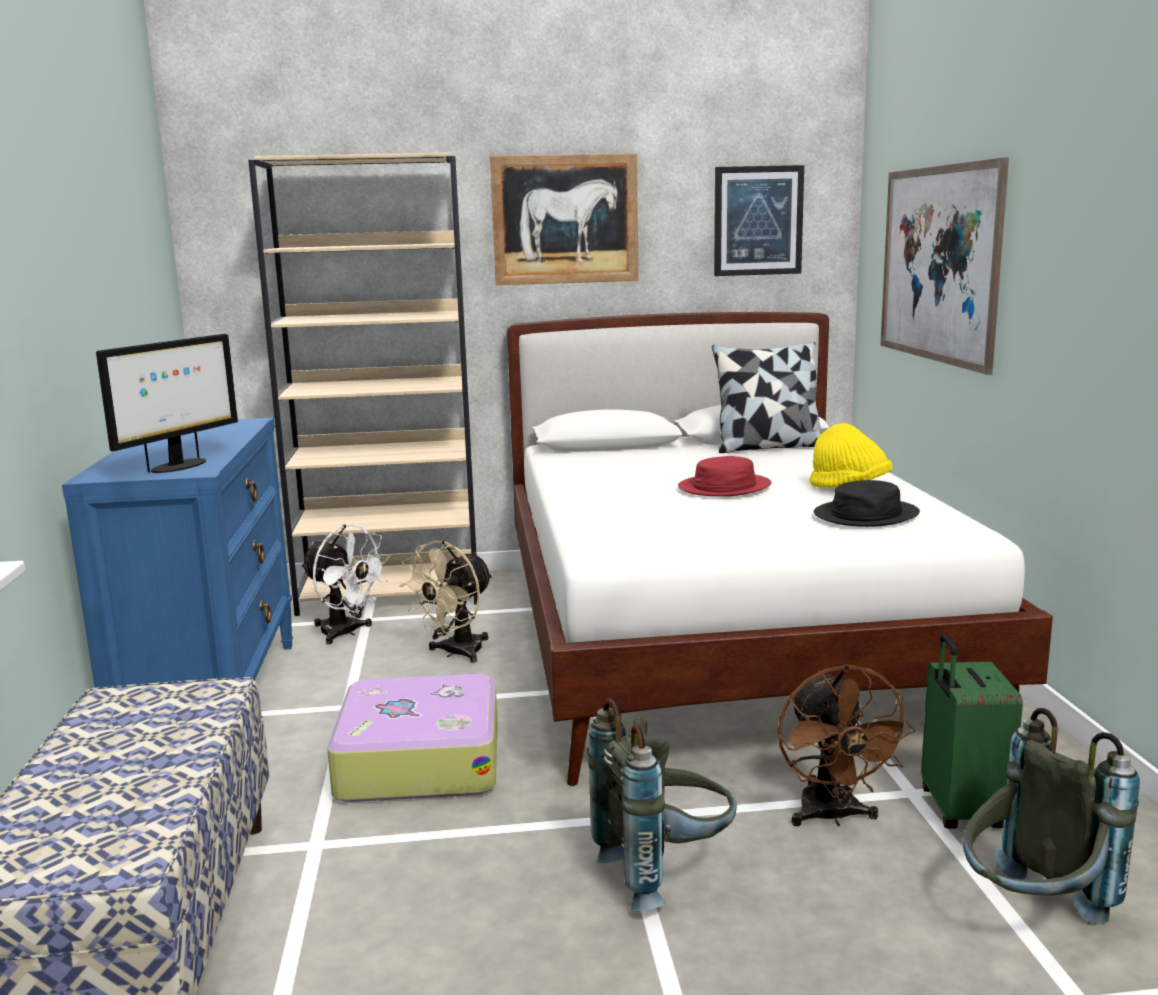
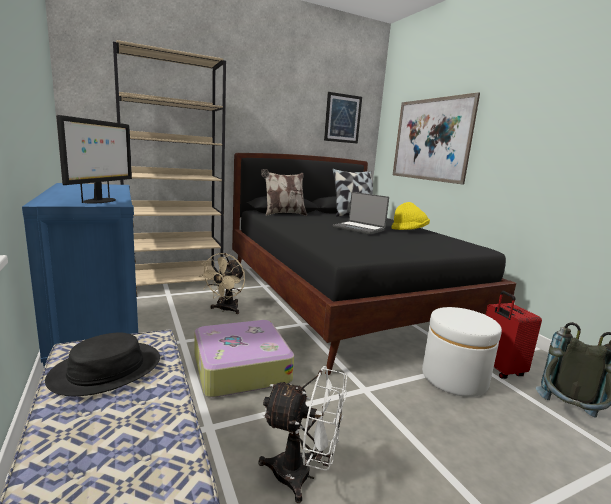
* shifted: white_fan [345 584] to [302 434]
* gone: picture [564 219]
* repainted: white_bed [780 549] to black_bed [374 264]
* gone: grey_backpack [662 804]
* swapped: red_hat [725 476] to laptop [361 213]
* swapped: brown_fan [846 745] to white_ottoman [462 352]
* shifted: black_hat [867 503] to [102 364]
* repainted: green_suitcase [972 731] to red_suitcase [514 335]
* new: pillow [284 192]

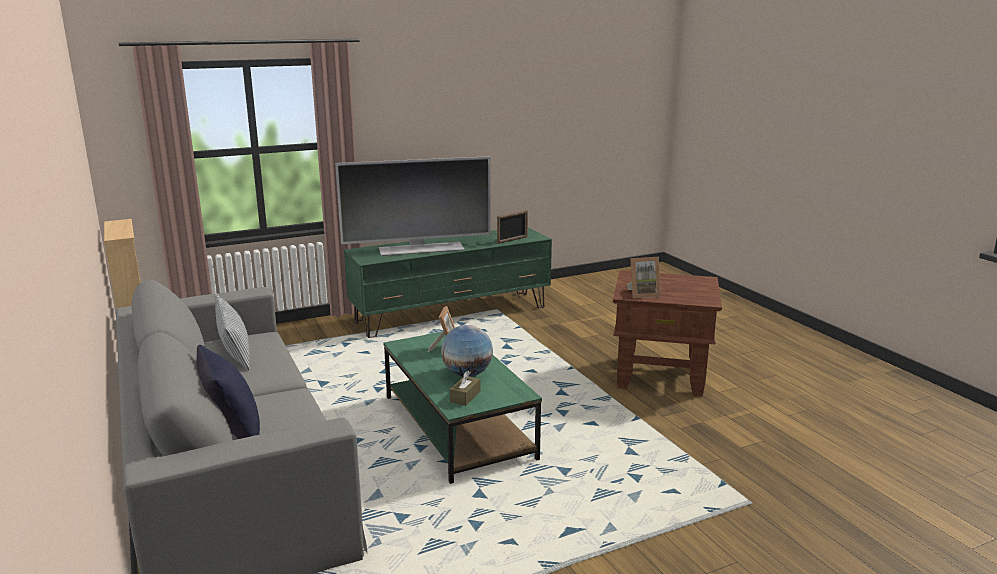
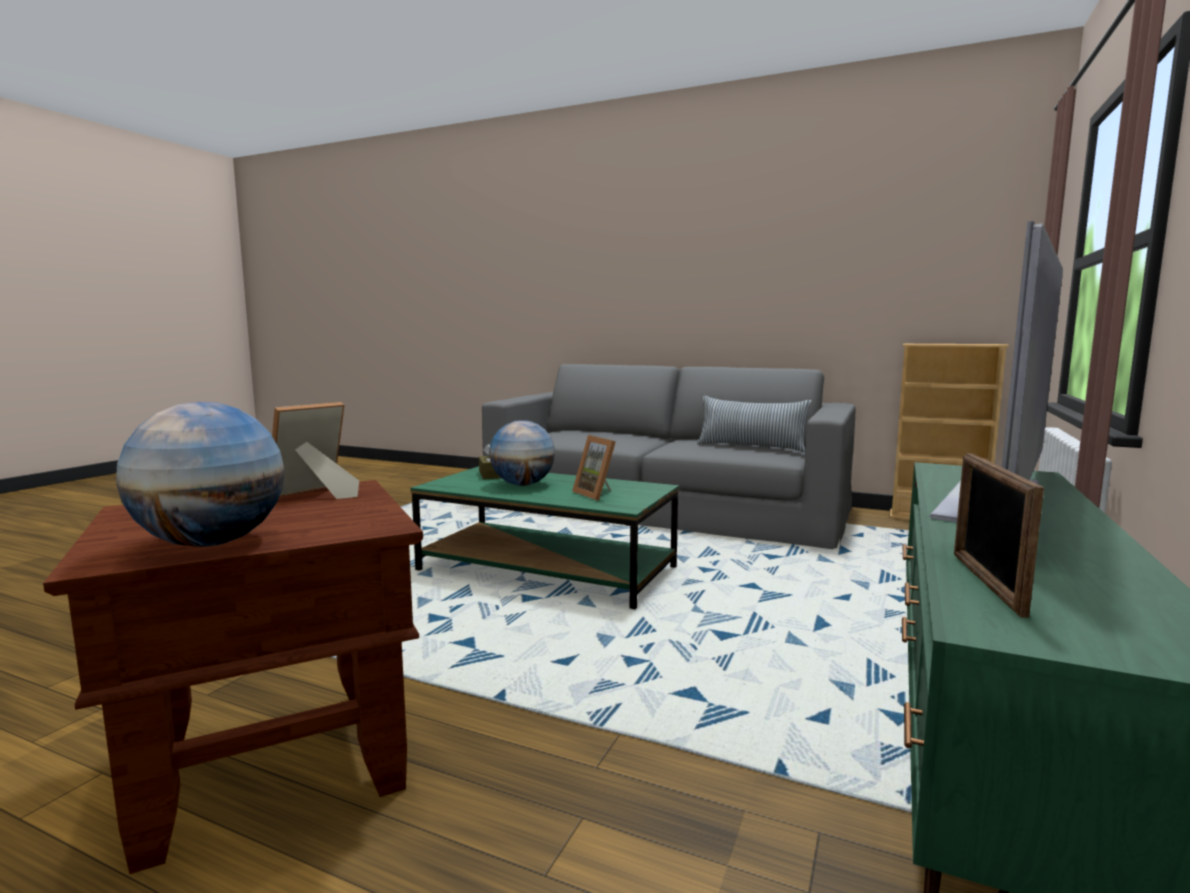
* gone: blue_pillow [228 392]
* new: globe [200 474]

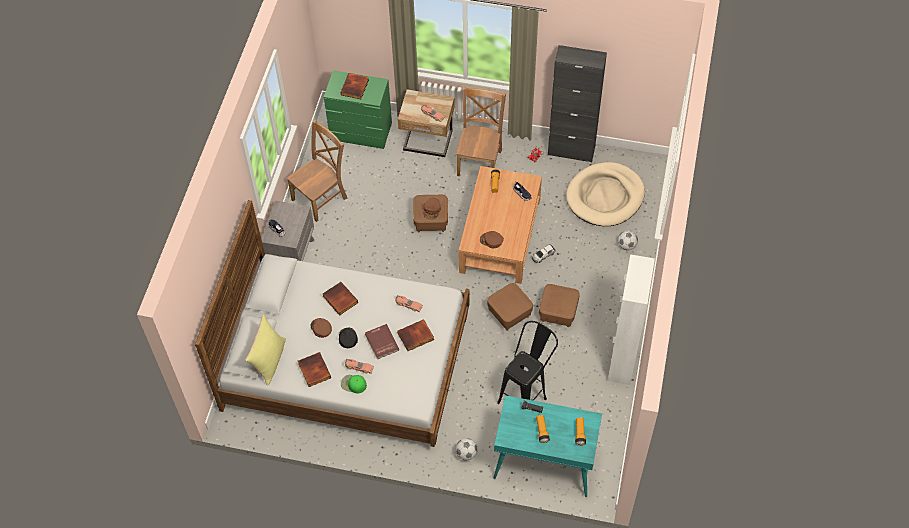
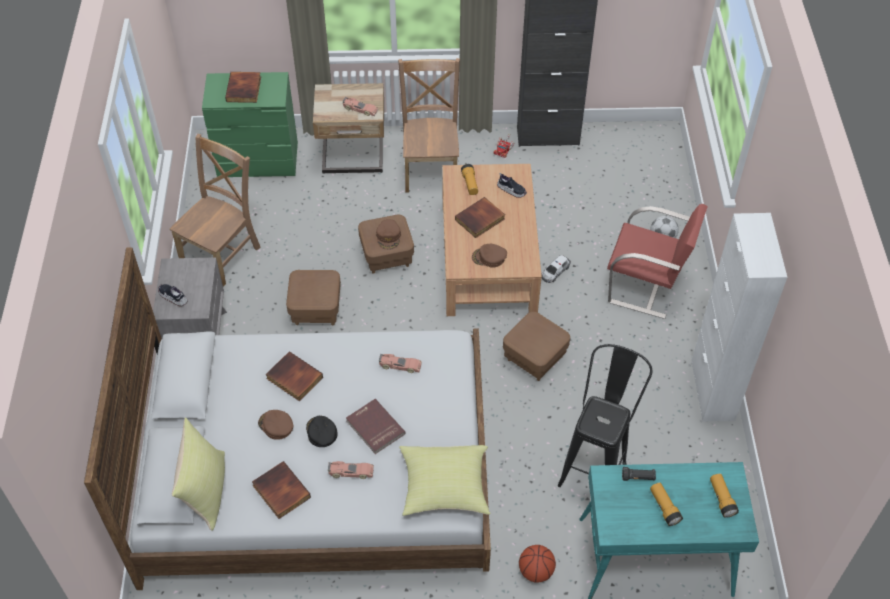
* gone: green_cap [354 384]
* shifted: book [415 335] to [480 217]
* swapped: football [467 449] to basketball [537 564]
* shifted: brown_ottoman [559 305] to [313 297]
* gone: beige_dog_bed [605 194]
* new: yellow_pillow [445 480]
* new: red_chair [657 261]

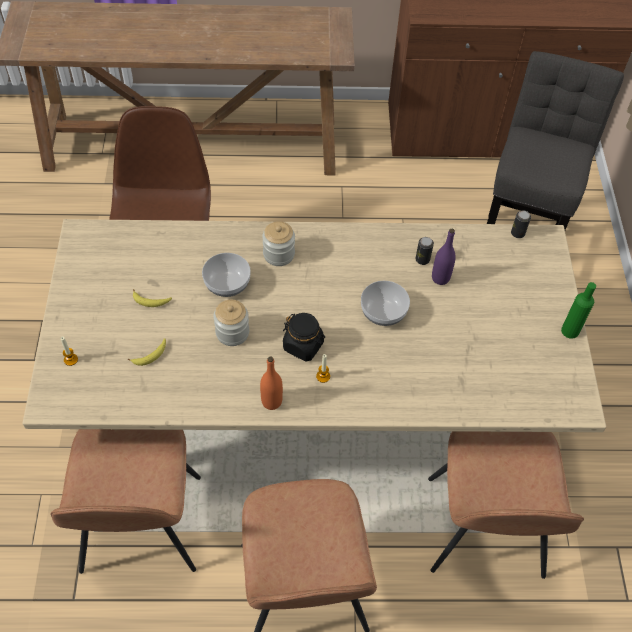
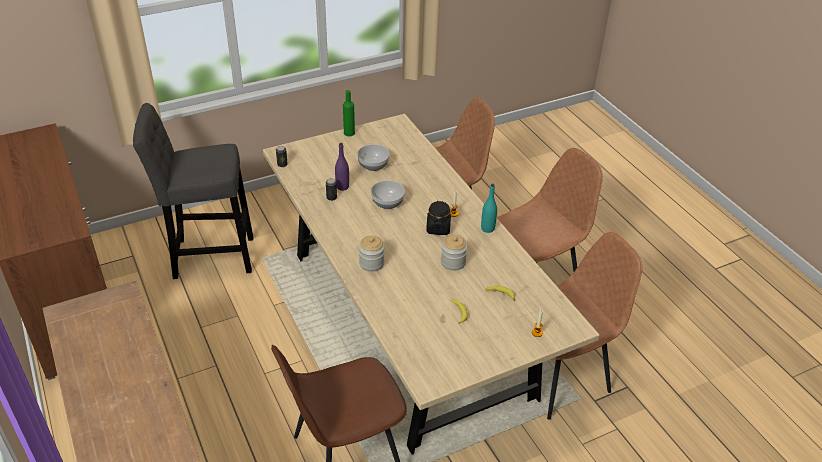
* shifted: bowl [226 275] to [373 157]
* repainted: orange_bottle [271 383] to turquoise_bottle [489 208]

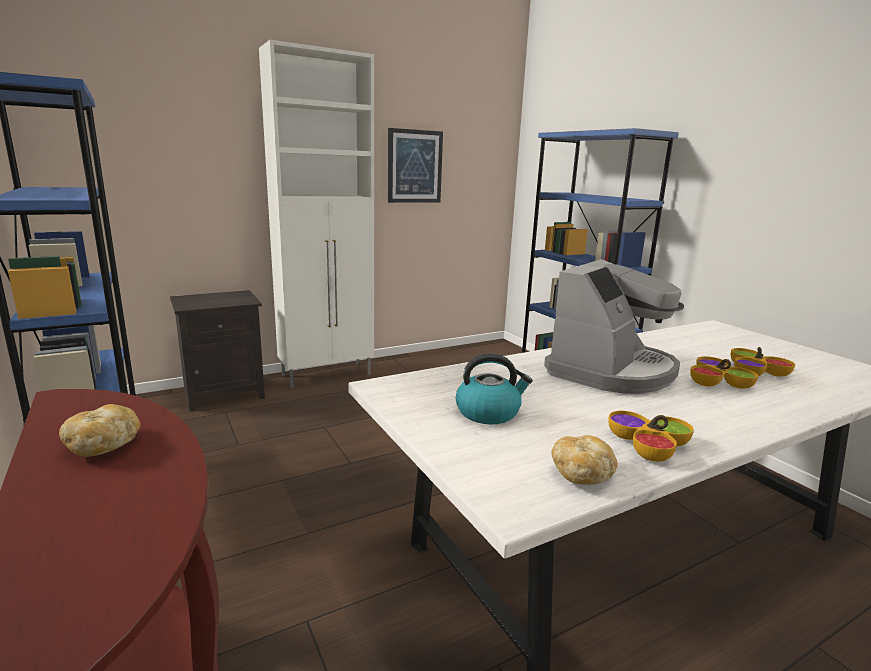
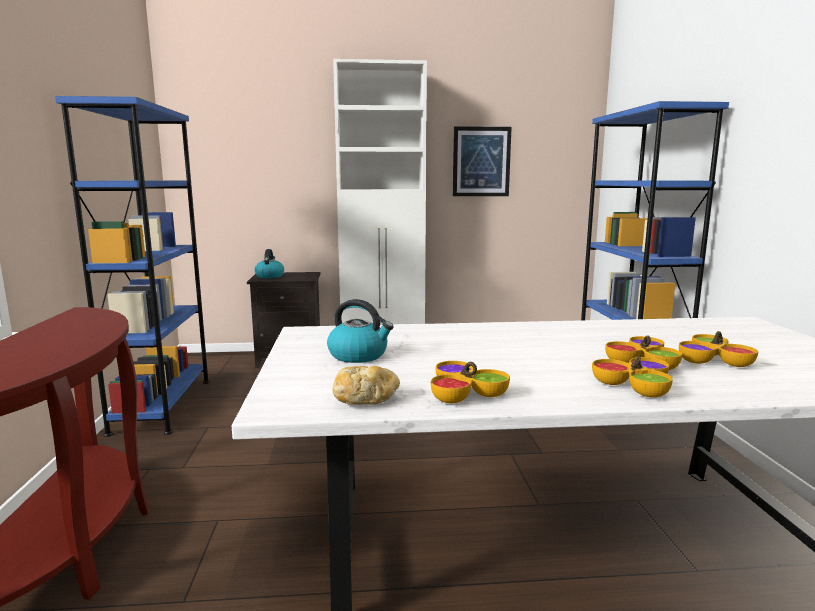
* gone: bread [99 430]
* gone: coffee_machine [614 326]
* new: kettle [269 263]
* new: bowl [632 377]

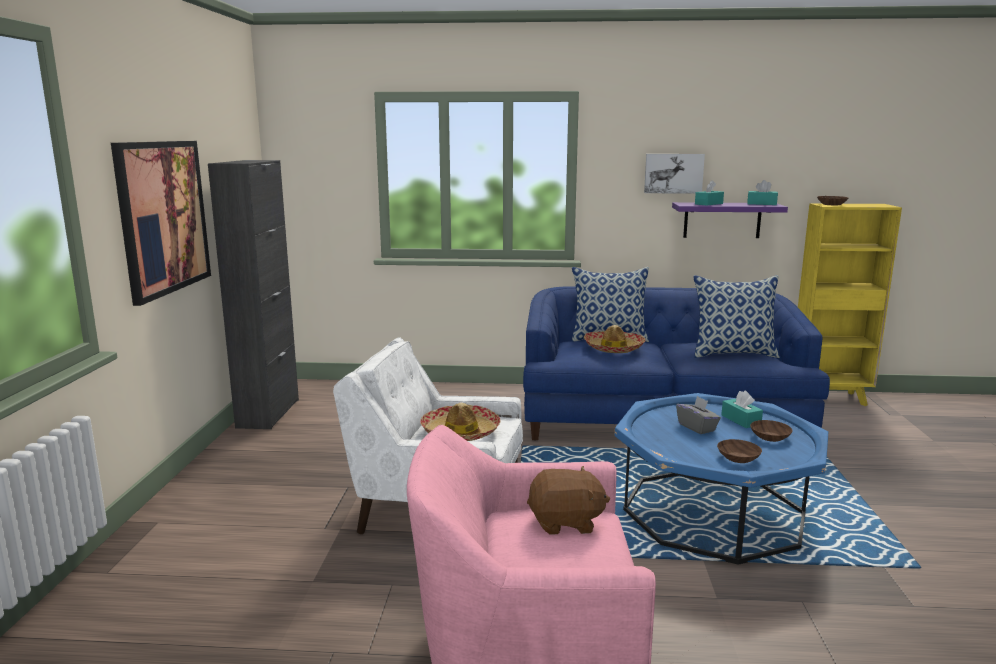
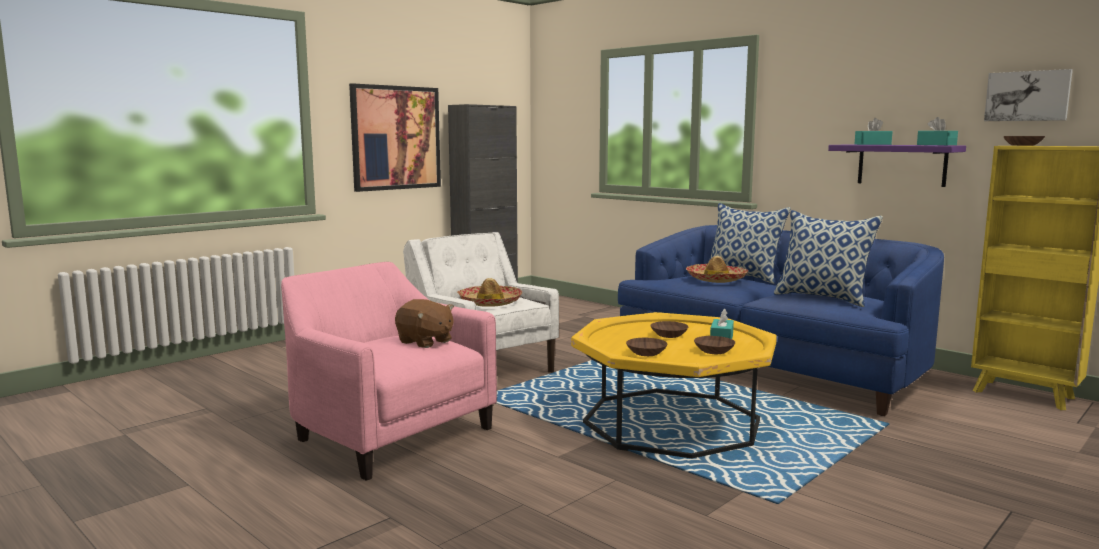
* repainted: blue_coffee_table [721 479] to yellow_coffee_table [674 385]
* shifted: picture [674 174] to [1028 95]
* swapped: grey_tissue_box [698 415] to brown_bowl [669 329]

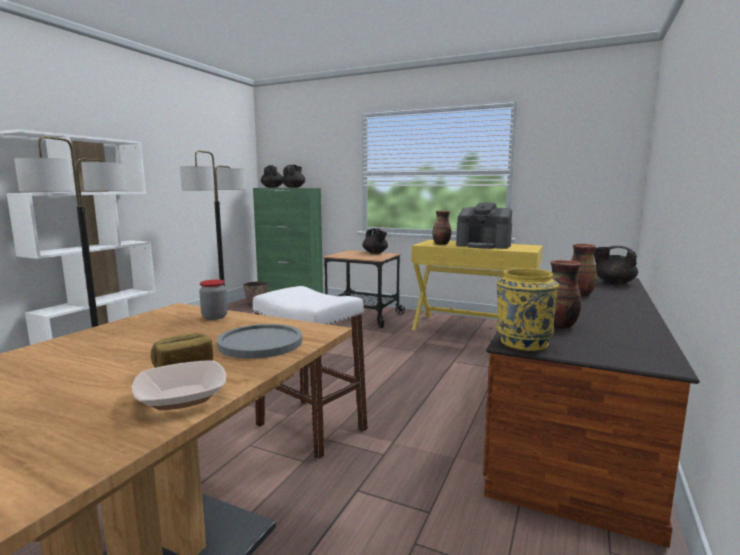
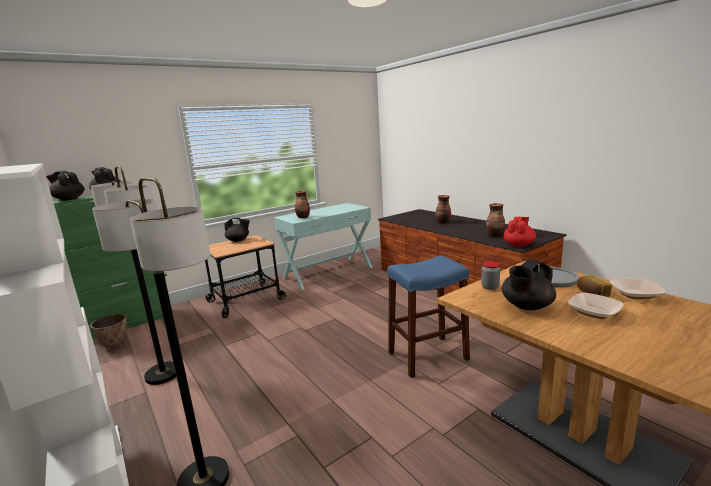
* repainted: white_stool [310 372] to blue_stool [428 317]
* repainted: yellow_console_table [477 285] to turquoise_console_table [323 246]
* gone: coffee_machine [484 226]
* swapped: yellow_vase [528 309] to red_teapot [519 232]
* shifted: black_teapot [616 265] to [529 284]
* new: bowl [595 306]

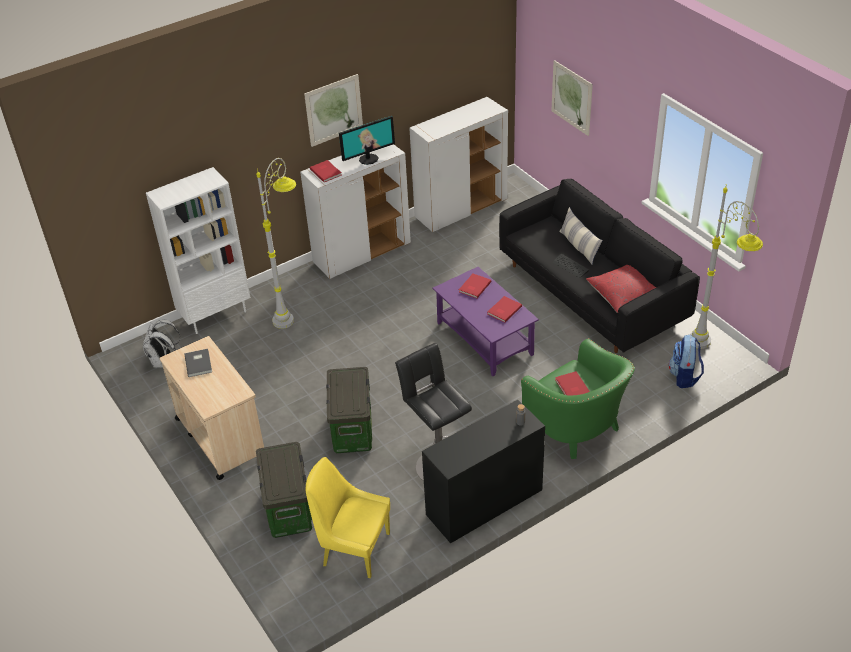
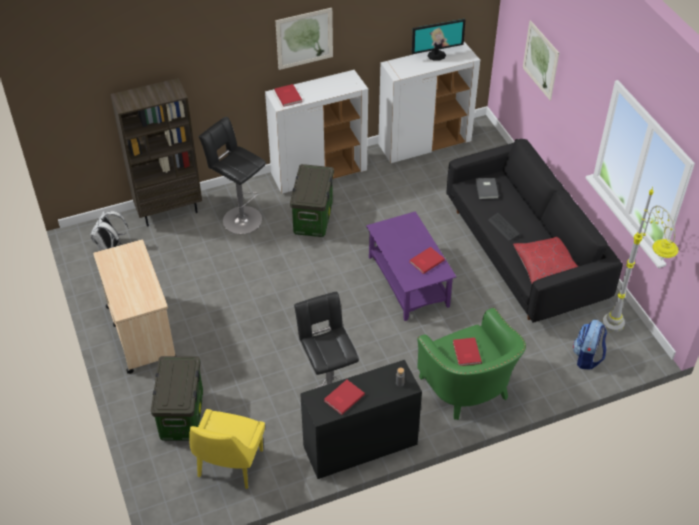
* repainted: white_bookcase [198 250] to brown_bookcase [156 152]
* shifted: grey_book [198 363] to [487 188]
* swapped: grey_floor_lamp [276 243] to black_stool [232 175]
* rotated: yellow_chair [348 517] = [227 449] 105 degrees counterclockwise
* shifted: storage_box [349 410] to [312 200]
* shifted: monitor [367 140] to [438 40]
* shifted: red_book [475 286] to [344 397]
* gone: pillow [581 236]

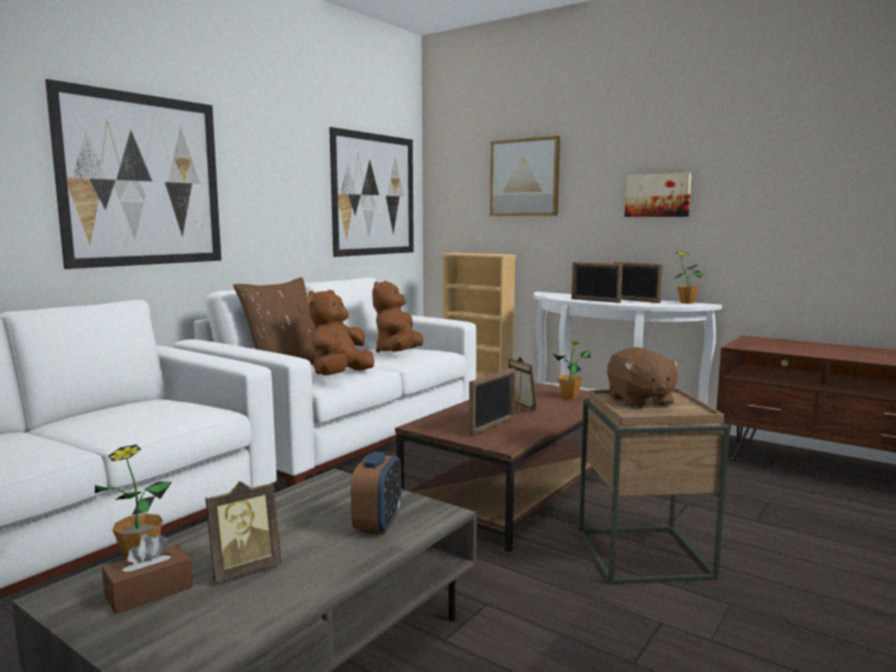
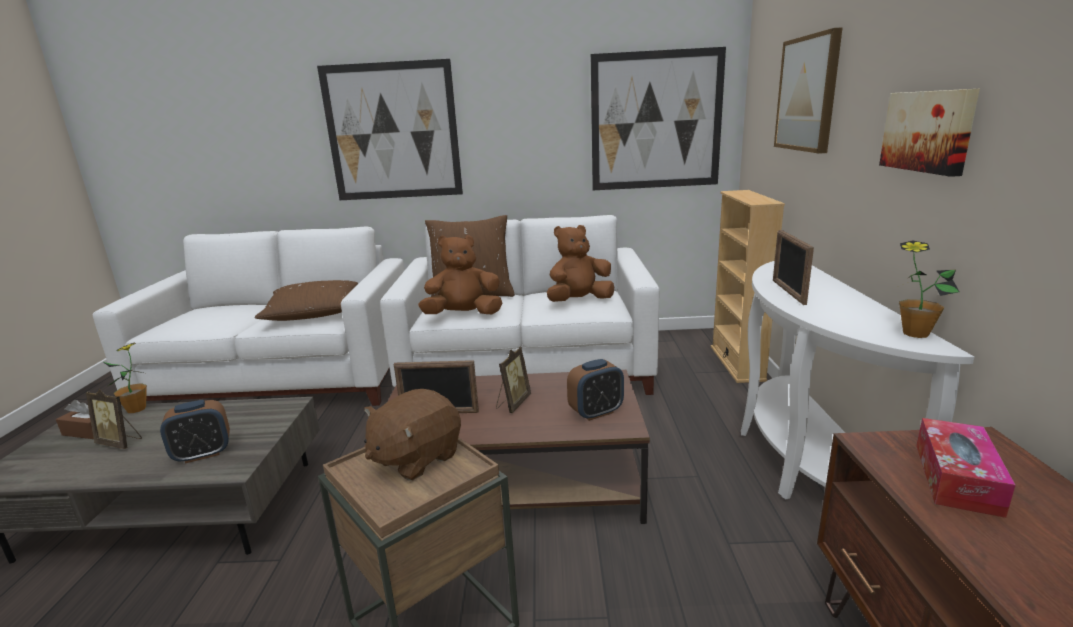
* swapped: potted_plant [572 369] to alarm_clock [595 390]
* gone: picture_frame [638 282]
* new: brown_pillow [306 300]
* new: tissue_box [966 468]

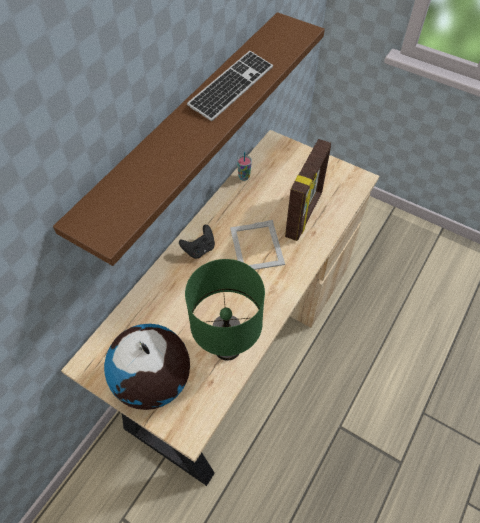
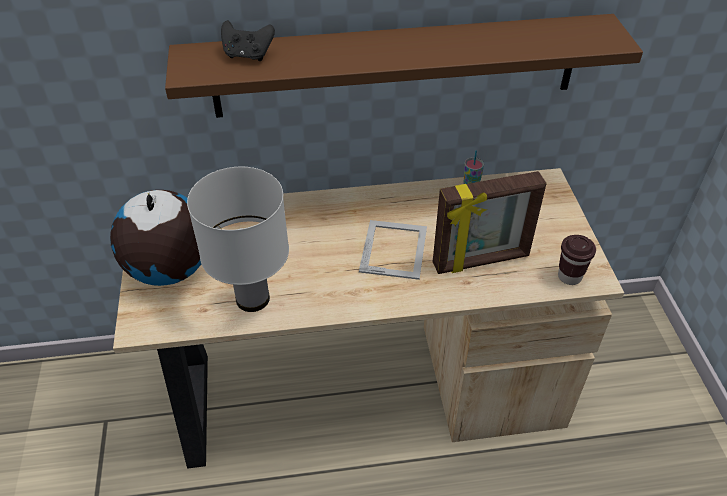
* shifted: black_game_controller [197 242] to [248 40]
* repainted: green_table_lamp [225 310] to white_table_lamp [238 239]
* gone: keyboard [230 86]
* rotated: picture_frame [257 245] = [393 250] 150 degrees clockwise
* new: brown_cup [577 260]

